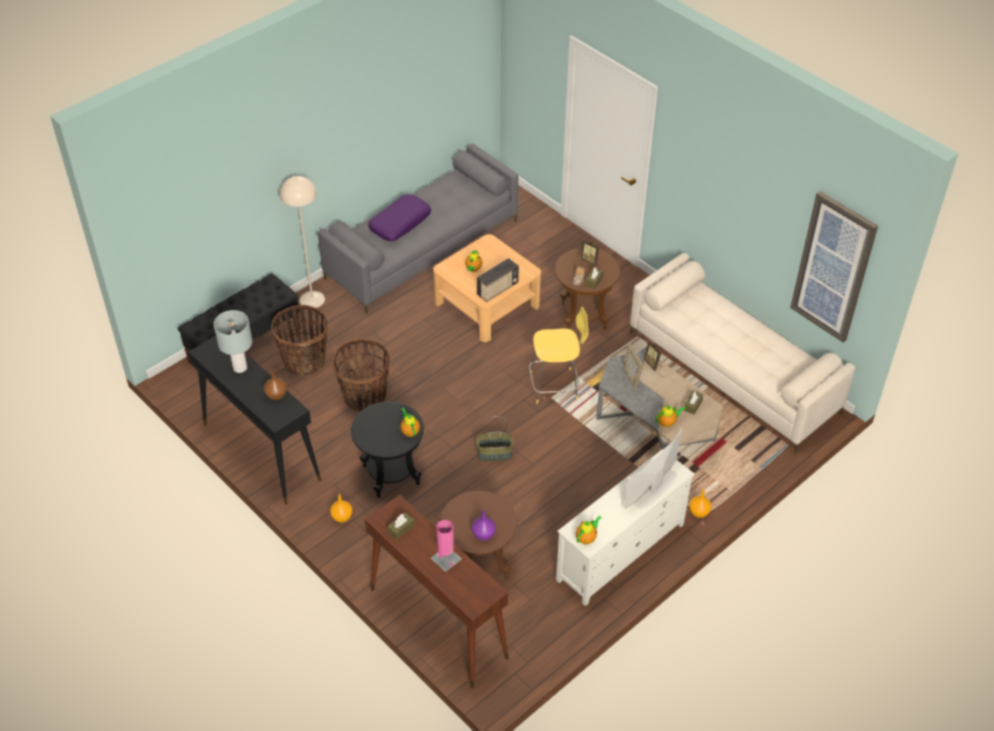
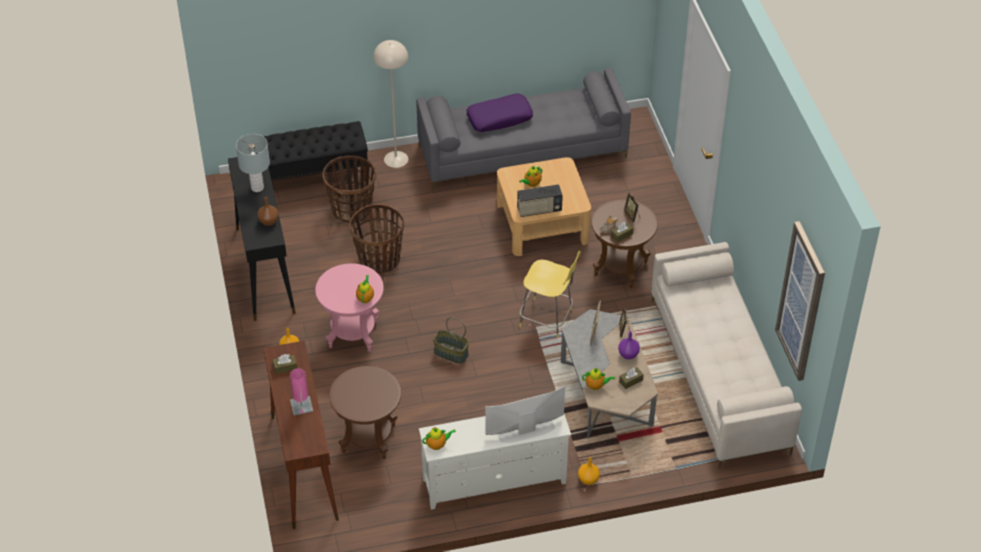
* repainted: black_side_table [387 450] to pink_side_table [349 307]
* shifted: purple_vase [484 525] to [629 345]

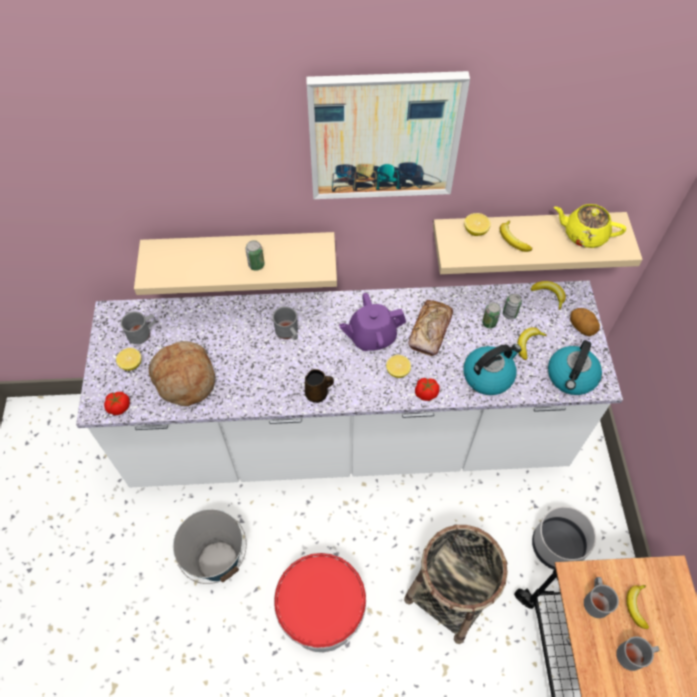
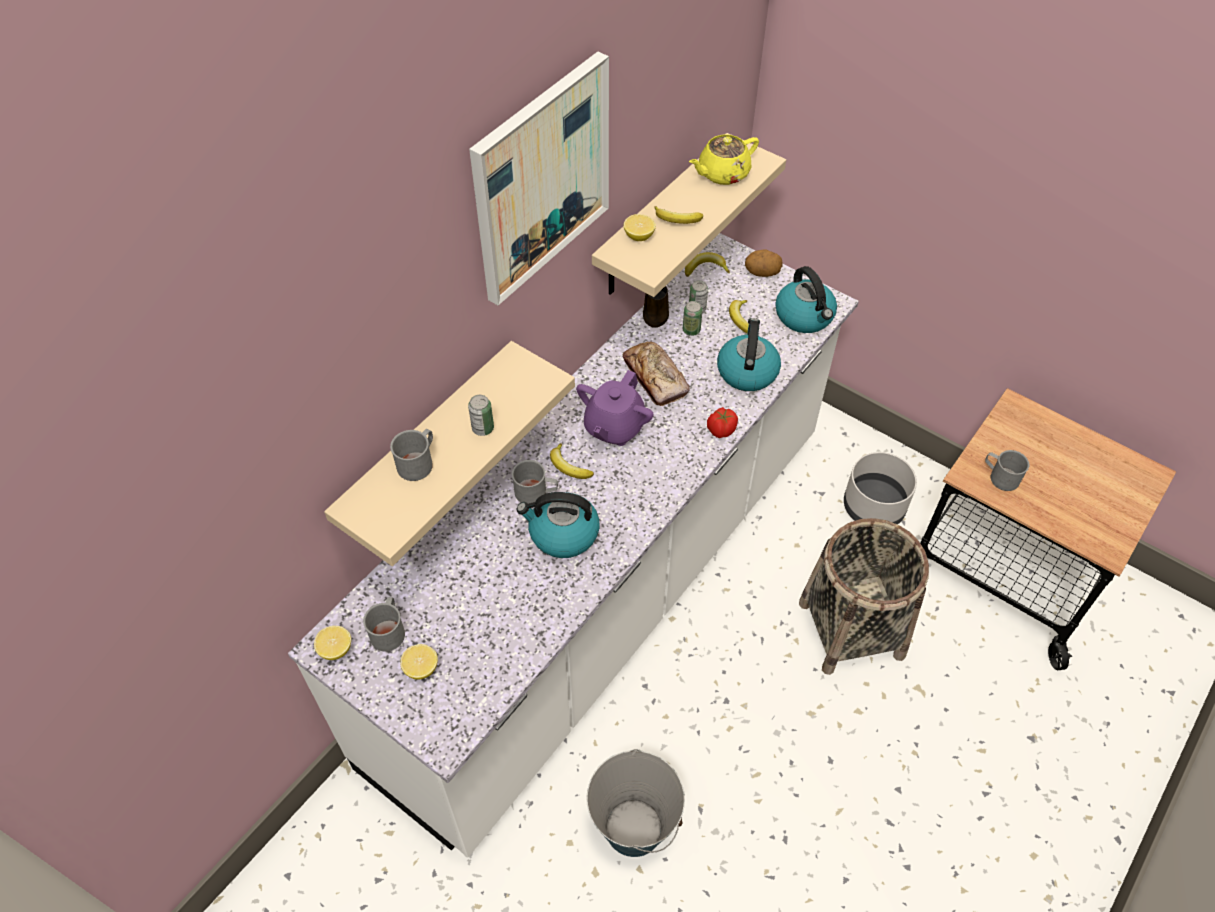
* gone: tomato [117 403]
* gone: bread [182 373]
* gone: bucket [320 602]
* shifted: brown_mug [319 386] to [656 307]
* shifted: lemon [398 366] to [332 643]
* shifted: grey_mug [638 653] to [411 455]
* shifted: banana [637 607] to [572 461]
* new: kettle [558 525]

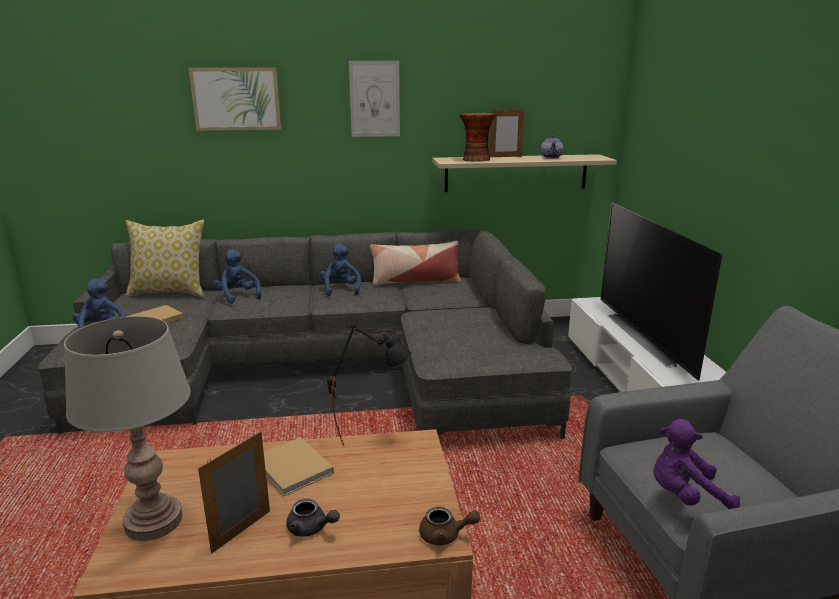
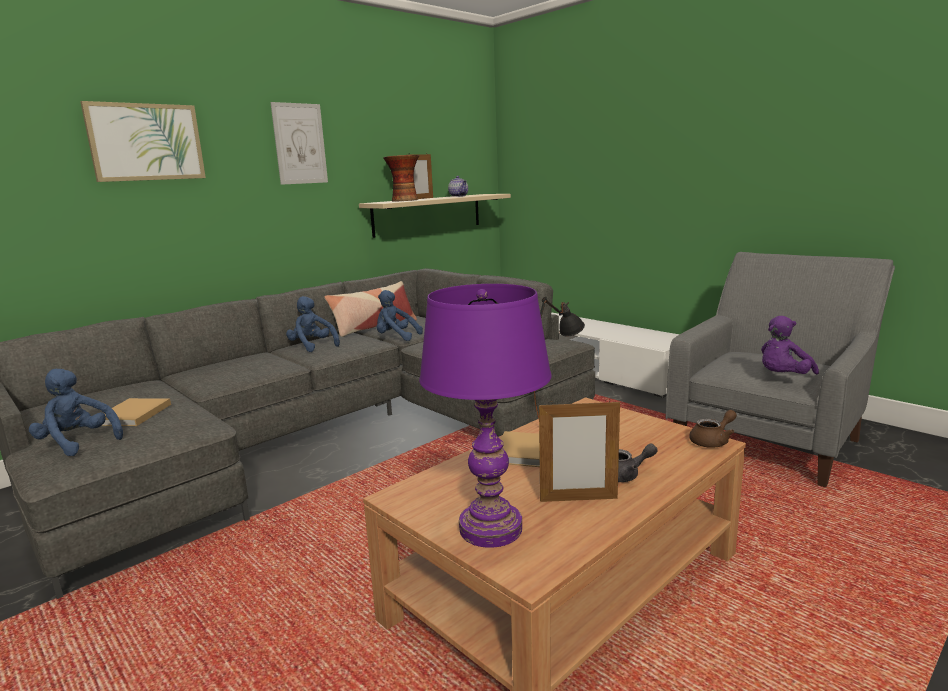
* repainted: grey_table_lamp [127 428] to purple_table_lamp [485 416]
* gone: pillow [165 258]
* rotated: picture_frame [234 492] = [579 450] 90 degrees counterclockwise
* shifted: blue_plush_toy [237 276] to [400 315]
* gone: television [661 292]

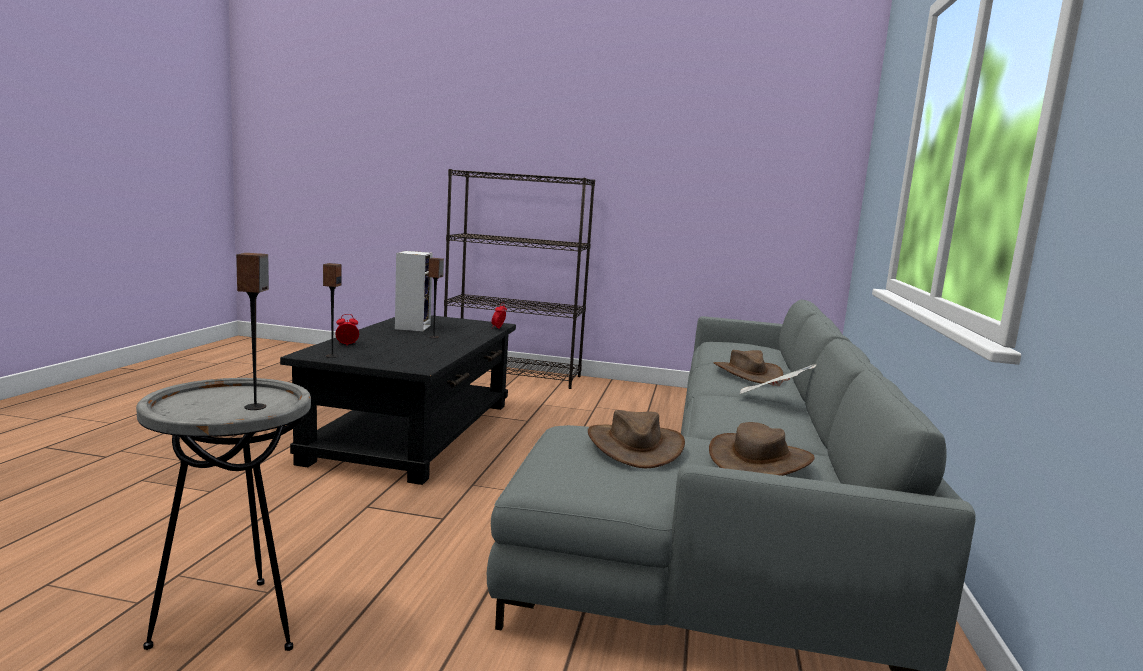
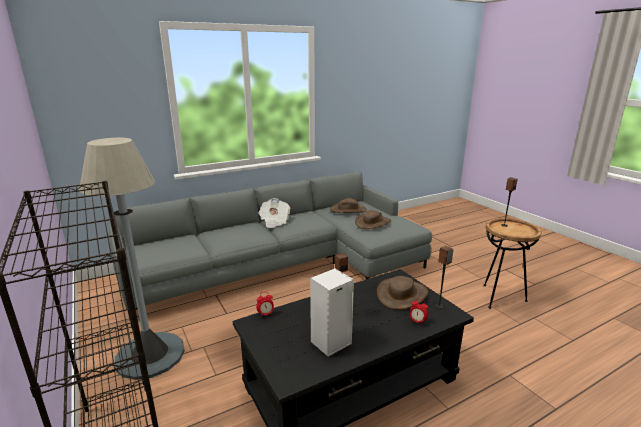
* repainted: grey_side_table [223 514] to brown_side_table [513 263]
* shifted: brown_hat [748 367] to [402 293]
* new: grey_floor_lamp [132 259]

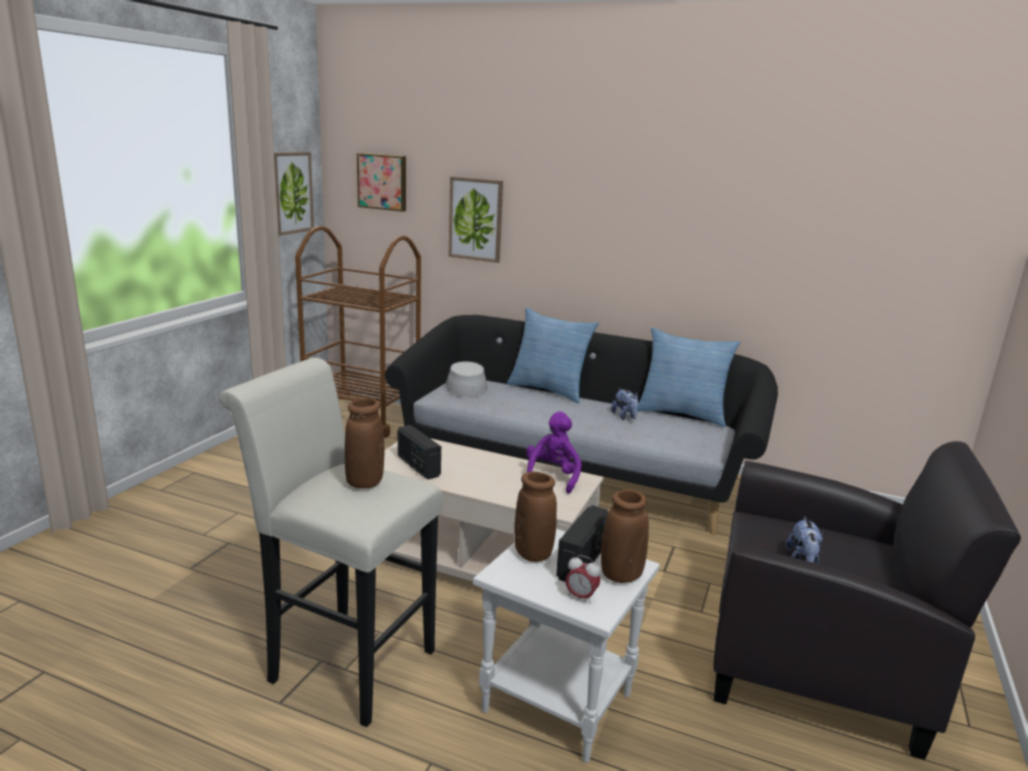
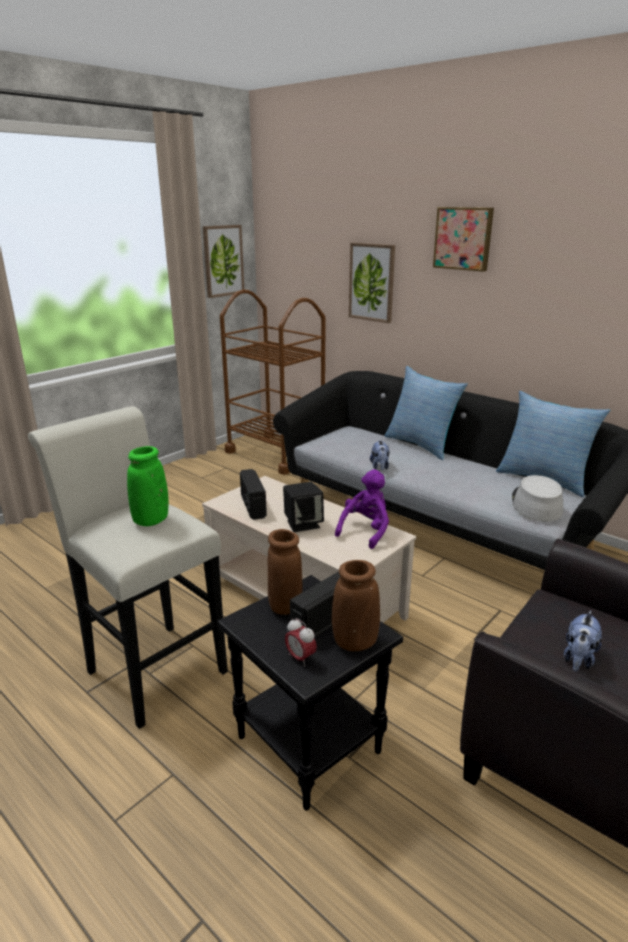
* repainted: brown_vase [365 443] to green_vase [148 486]
* shifted: picture [381 182] to [463 239]
* shifted: grey_hat [466 379] to [537 498]
* repainted: white_side_table [566 646] to black_side_table [310 693]
* shifted: plush_toy [625 404] to [380 455]
* new: black_speaker [303 507]

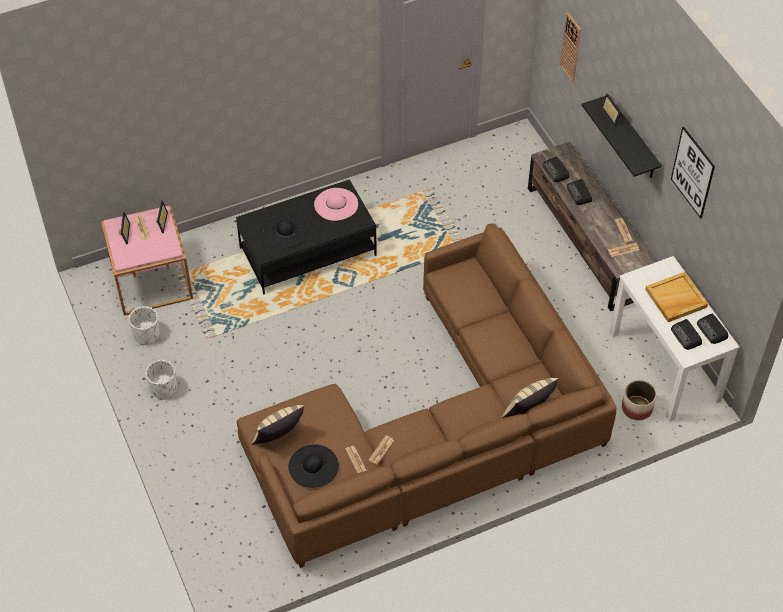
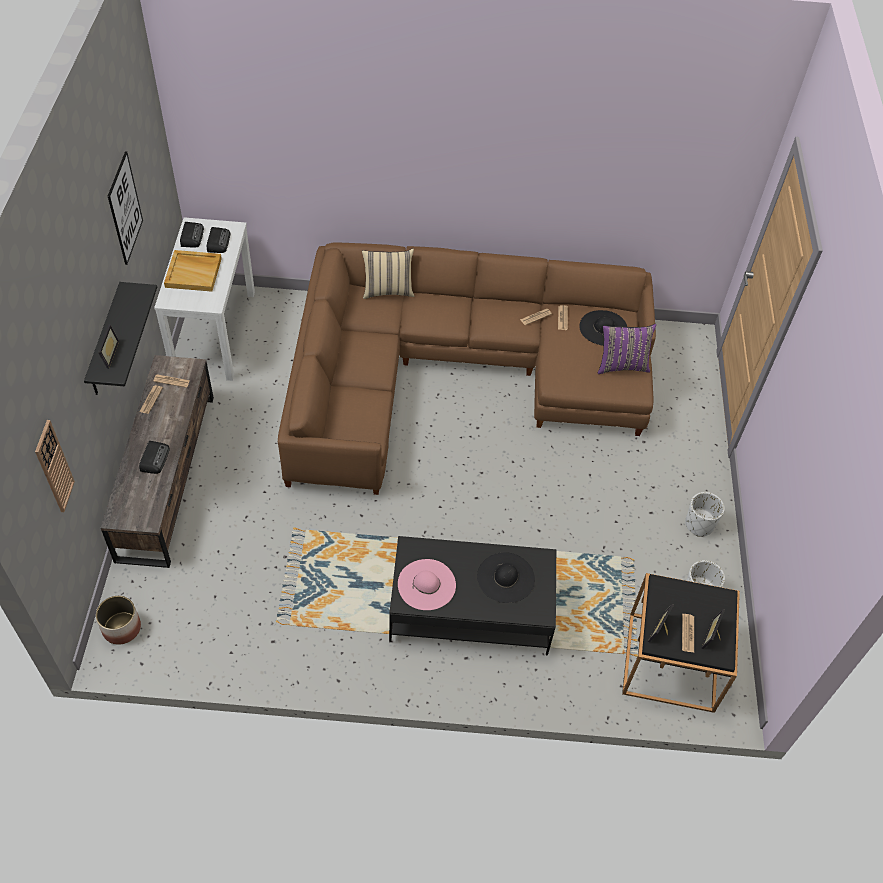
* repainted: pink_side_table [147 261] to black_side_table [681 643]
* repainted: beige_pillow [278 425] to purple_pillow [627 349]
* gone: radio [556 169]
* shifted: planter [639 400] to [118 620]

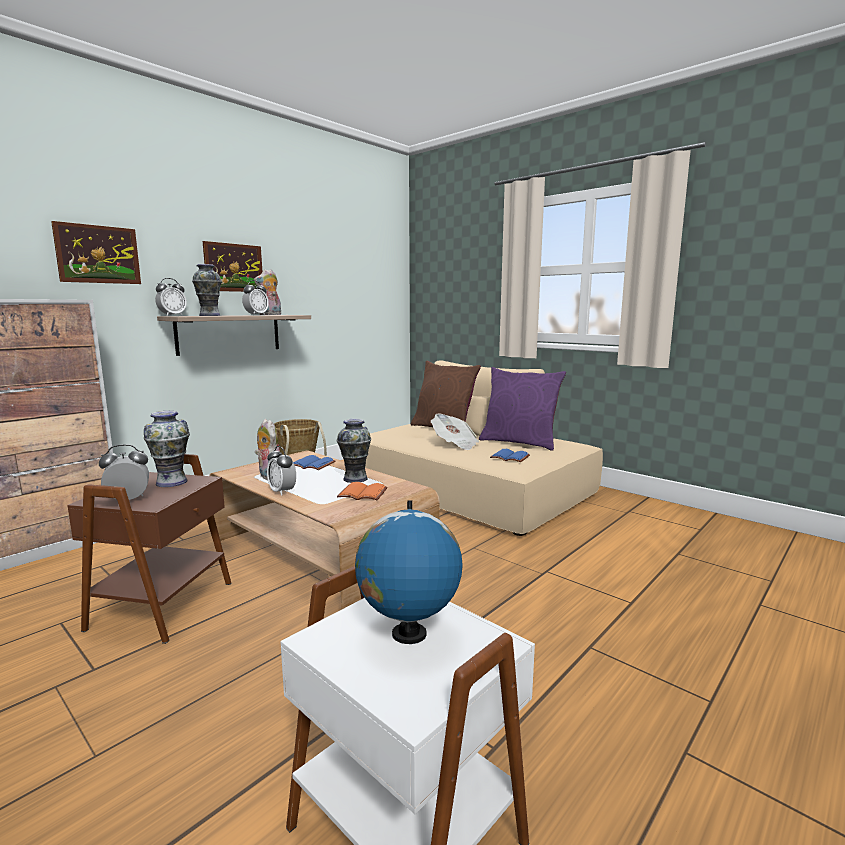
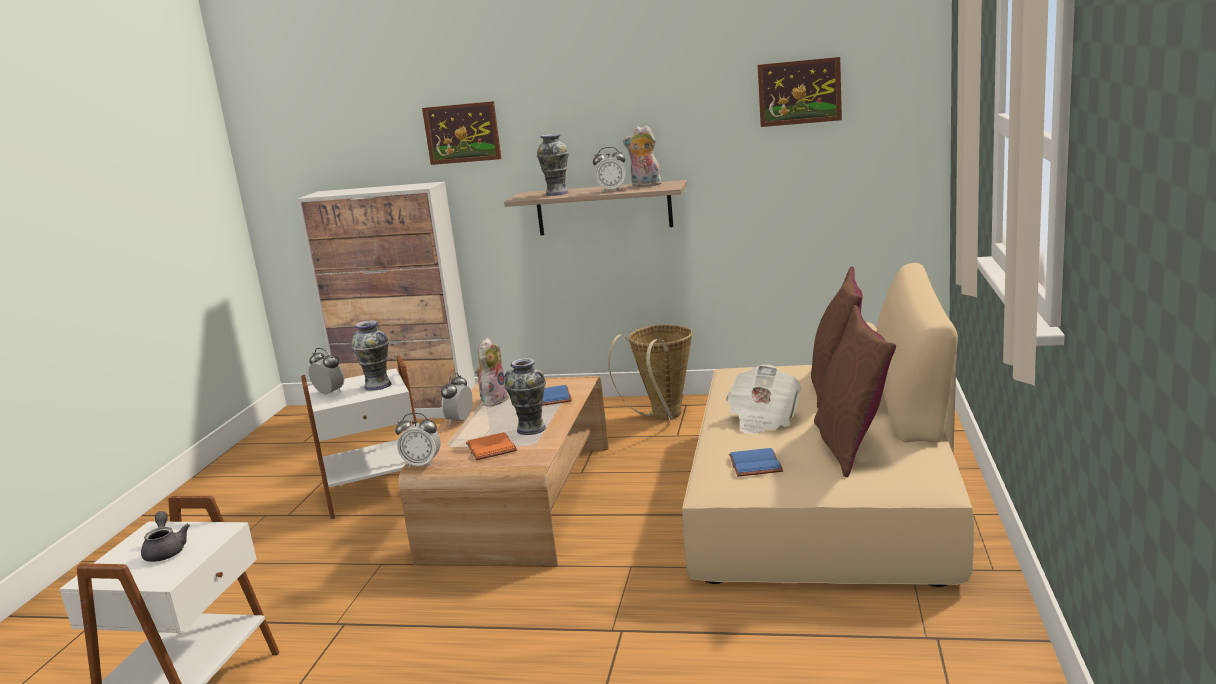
* repainted: brown_side_table [149 549] to white_side_table [359 437]
* shifted: alarm_clock [171 297] to [418 440]
* shifted: picture [232 266] to [799 92]
* swapped: globe [409 572] to grey_teapot [165 536]
* repainted: purple_pillow [522 409] to brown_pillow [855 391]

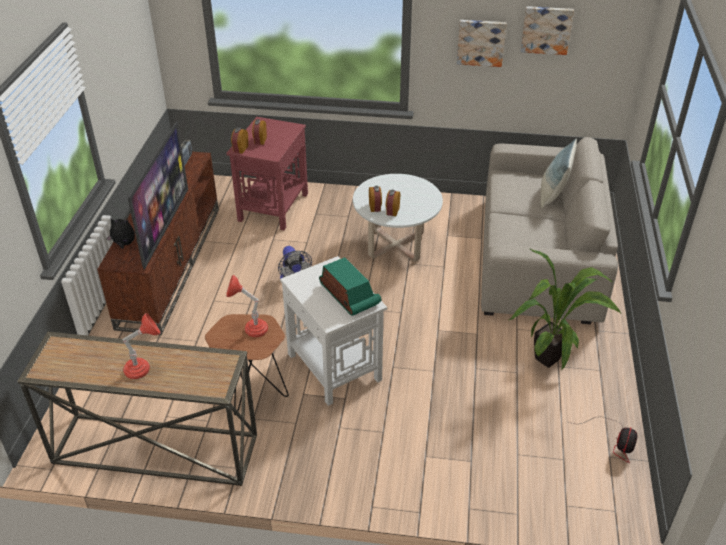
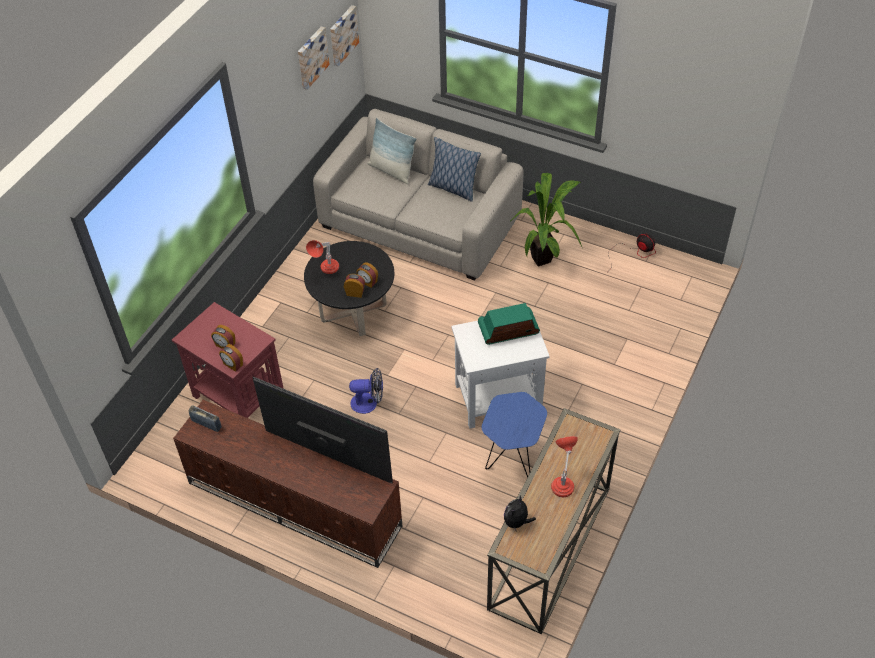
* shifted: plush_toy [120 233] to [520 513]
* repainted: brown_side_table [247 364] to blue_side_table [514 435]
* shifted: red_table_lamp [247 306] to [322 257]
* repainted: white_coffee_table [398 218] to black_coffee_table [349 288]
* shifted: picture [481 43] to [344 35]
* new: pillow [454 169]

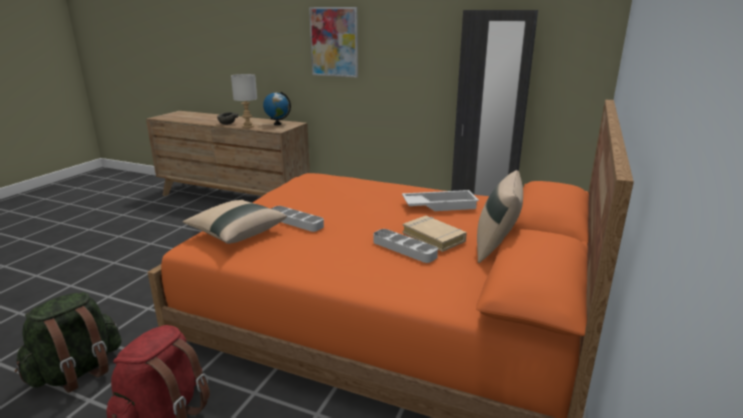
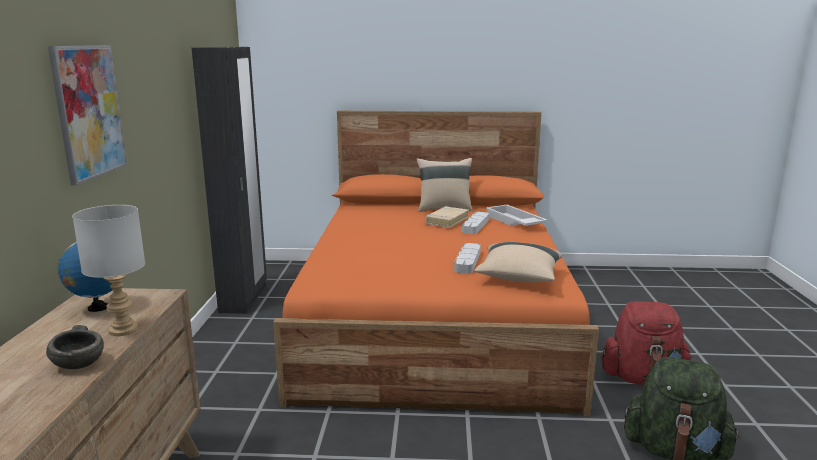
* shifted: white_tray [440 200] to [517 215]

